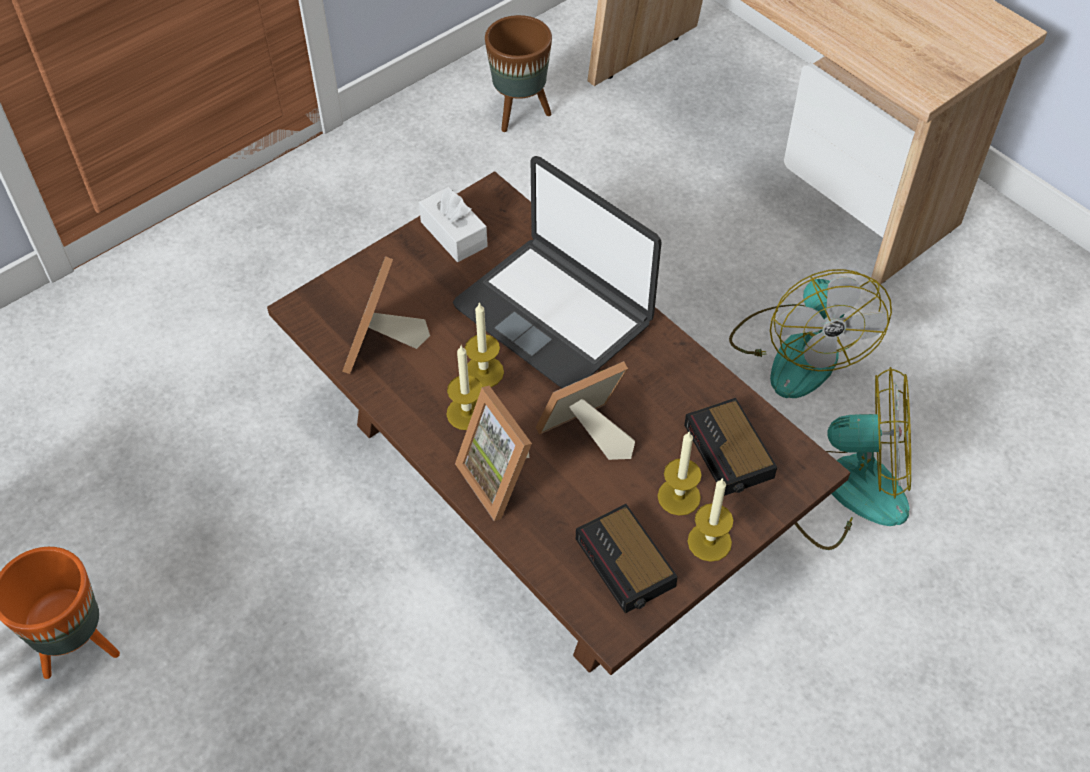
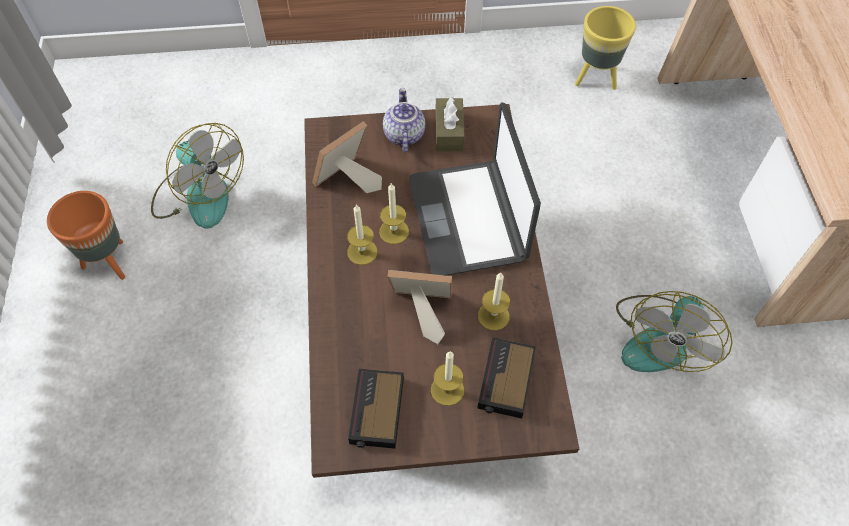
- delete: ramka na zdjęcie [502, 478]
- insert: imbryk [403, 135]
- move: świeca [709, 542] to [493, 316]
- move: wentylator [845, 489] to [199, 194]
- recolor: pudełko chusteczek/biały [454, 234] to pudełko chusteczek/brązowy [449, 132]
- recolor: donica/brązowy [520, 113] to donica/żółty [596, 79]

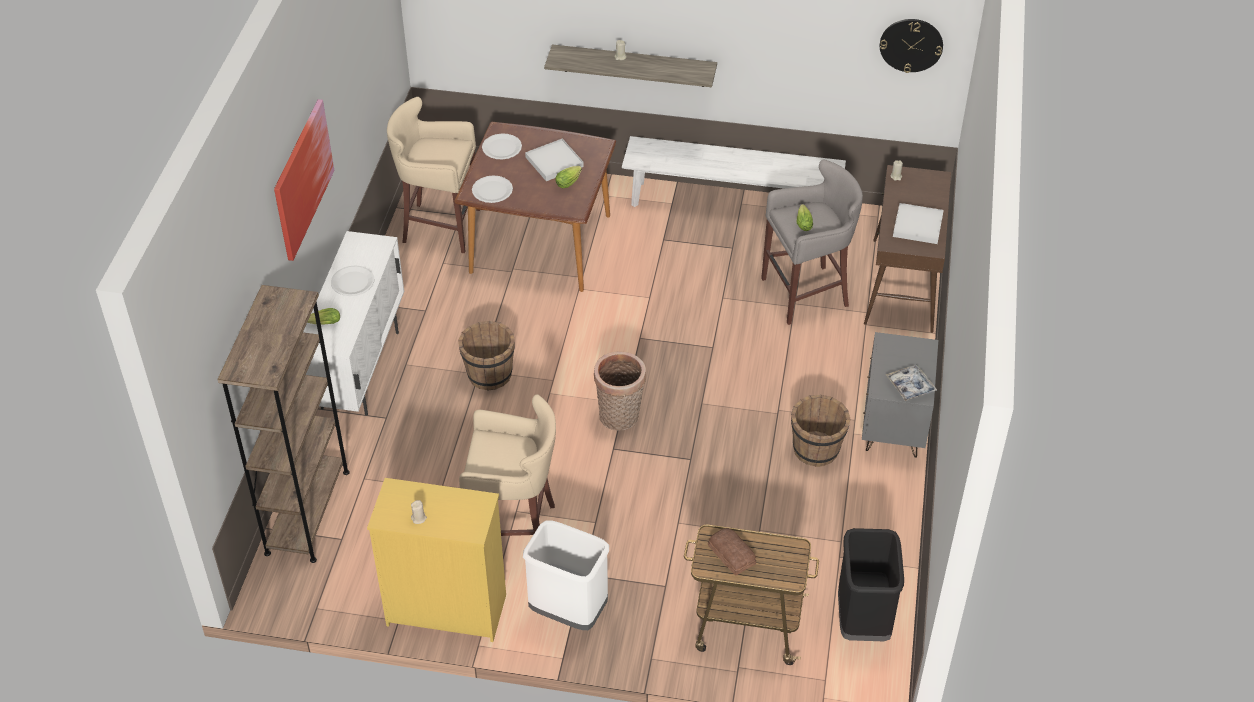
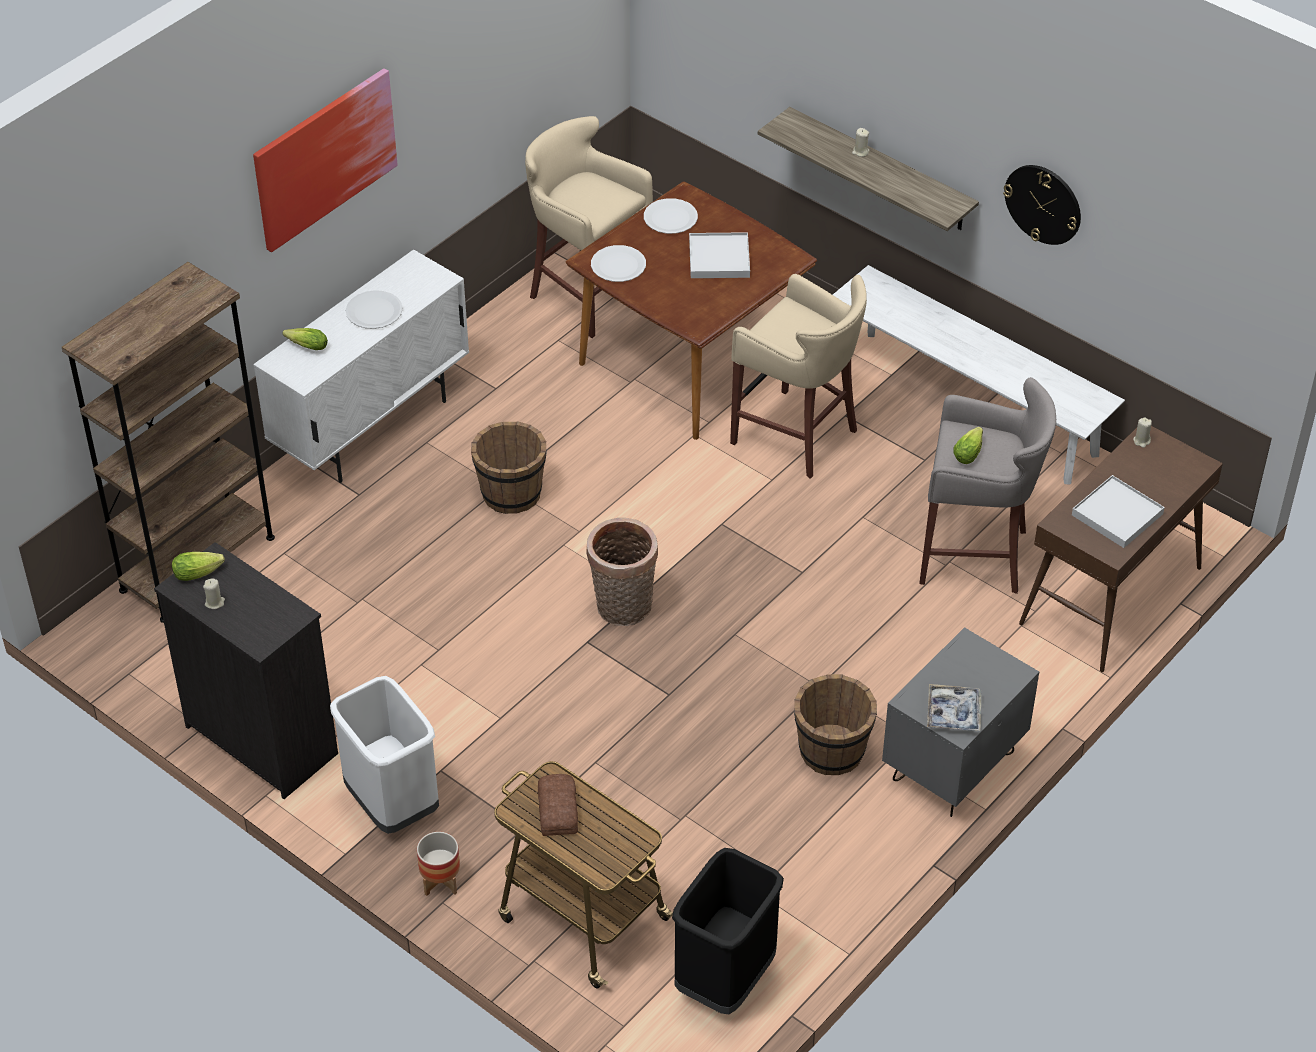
- insert: donica [440, 882]
- move: stołek/beżowy [514, 529] to [798, 436]
- move: sałata [569, 181] to [200, 572]
- move: zegar ścienny [911, 45] to [1043, 204]
- recolor: komoda/żółty [445, 609] to komoda/czarny [261, 739]

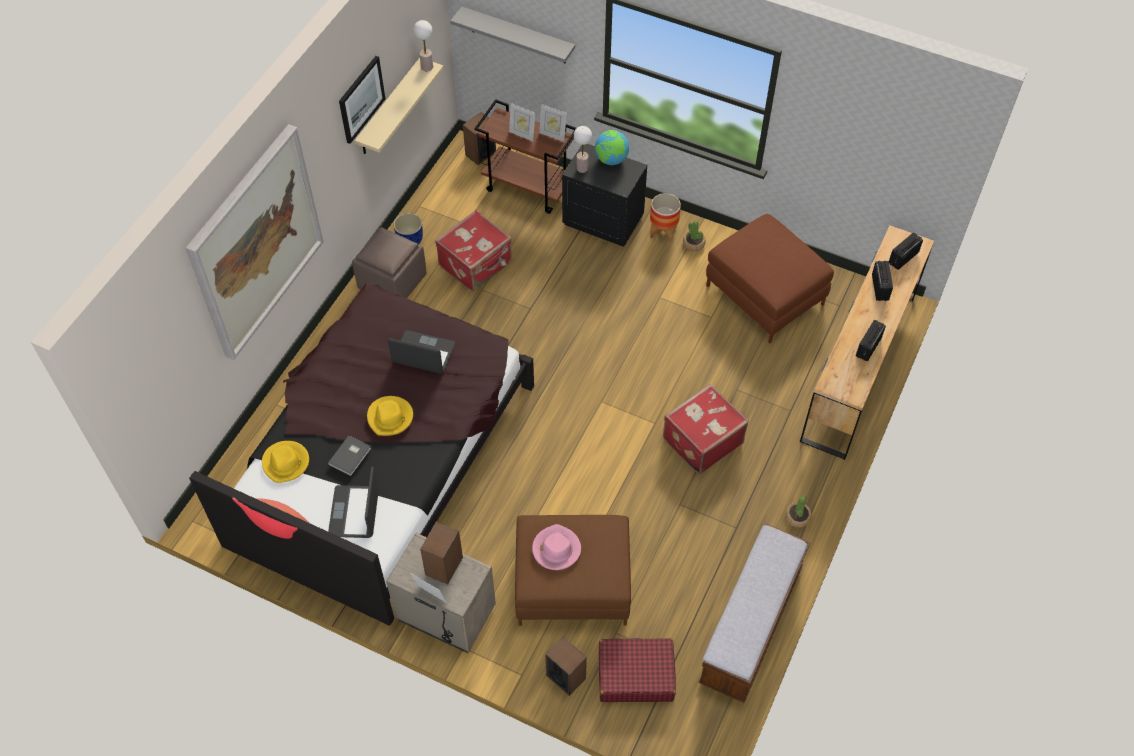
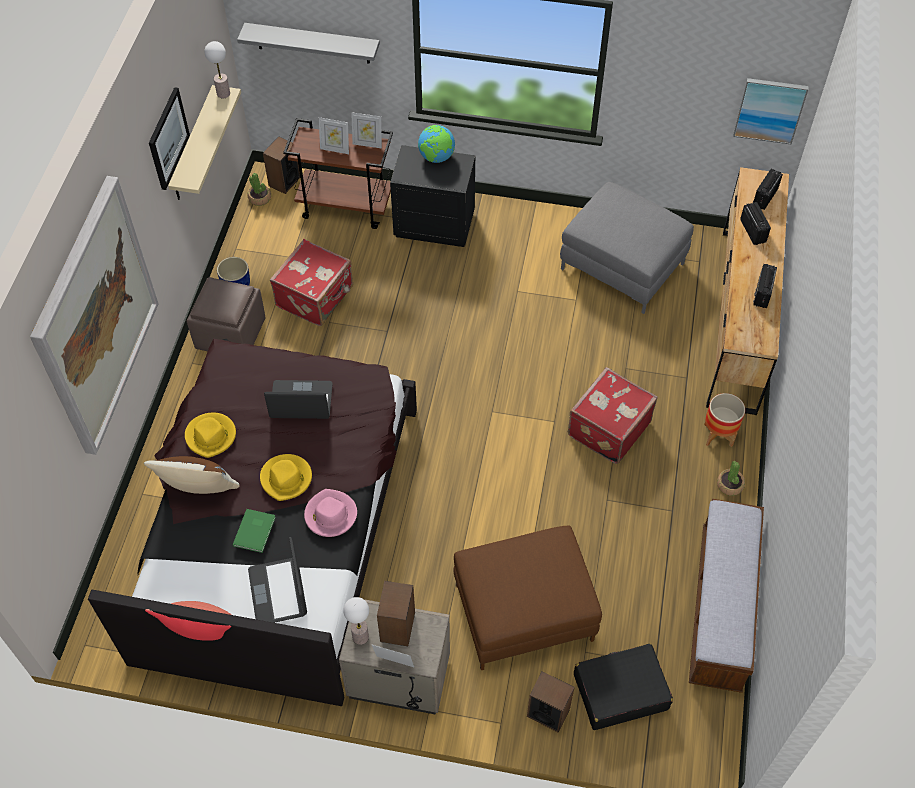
- insert: poduszka/brązowy [198, 492]
- insert: obraz [769, 110]
- move: kapelusz/żółty [286, 463] to [211, 436]
- move: kapelusz/różowy [556, 549] to [330, 515]
- move: lampa stołowa [582, 168] to [360, 637]
- move: donica [663, 232] to [718, 435]
- move: roślina doniczkowa [693, 243] to [260, 198]
- recolor: książka/szary [351, 456] to książka/zielony [255, 531]
- recolor: walizka/czerwony [635, 675] to walizka/czarny [620, 691]
- recolor: pufa/brązowy [765, 295] to pufa/szary [623, 266]

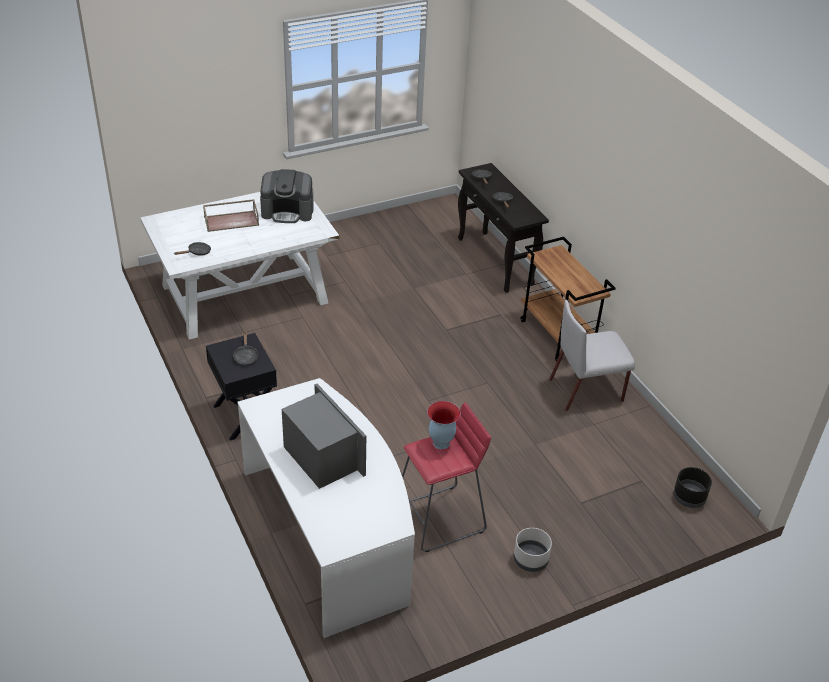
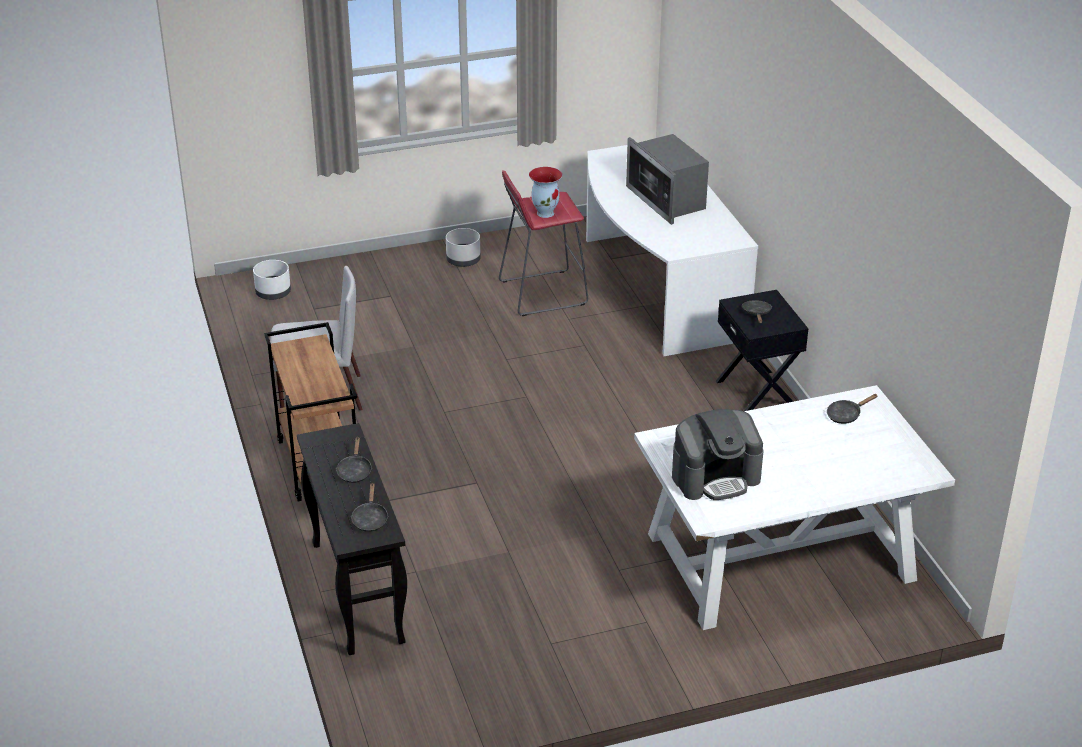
- delete: taca/brązowy [232, 221]
- recolor: donica/czarny [689, 498] to donica/biały [273, 293]
- rotate: ekspres do kawy [288, 211] = [715, 477] 150 degrees clockwise

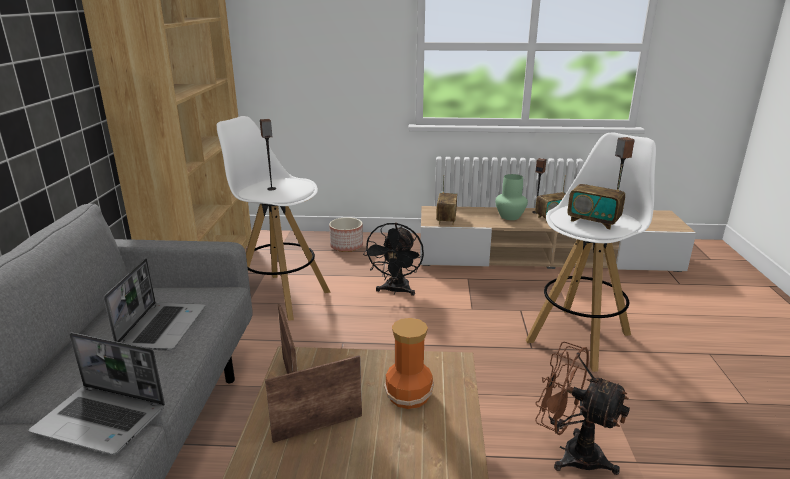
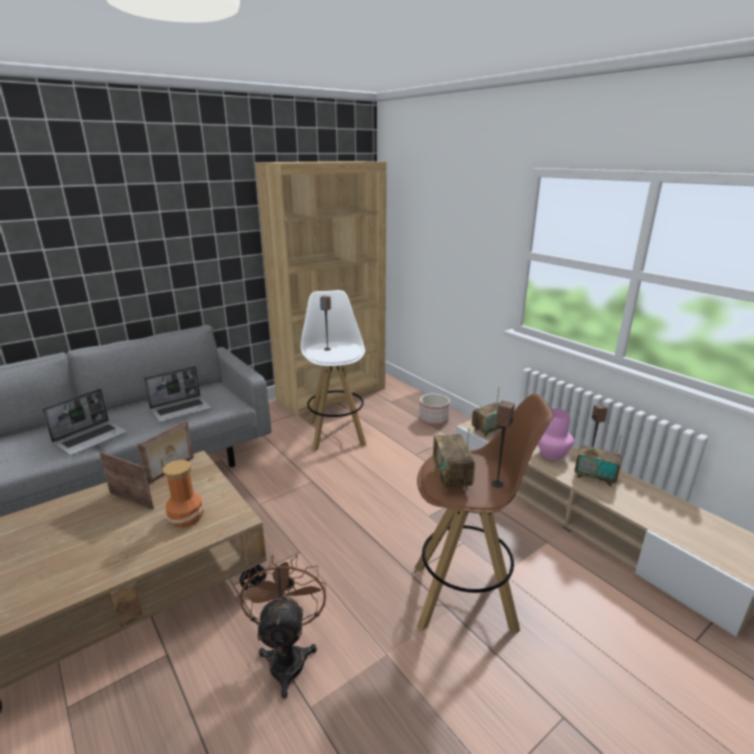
- delete: wentylator/czarny [395, 291]
- recolor: wazon/zielony [509, 217] to wazon/różowy [551, 454]
- recolor: stołek/biały [579, 337] to stołek/brązowy [465, 597]
- rotate: laptop [102, 420] = [91, 438] 120 degrees counterclockwise

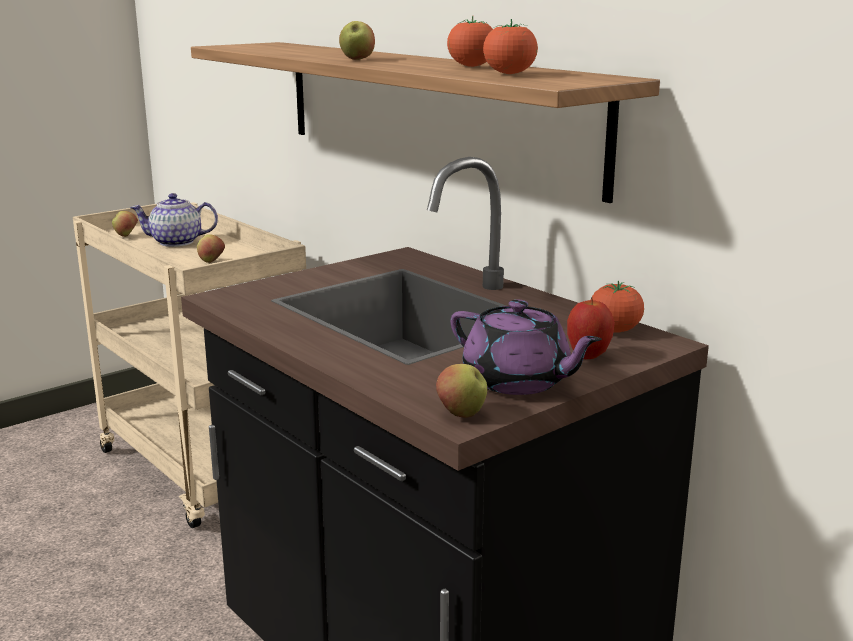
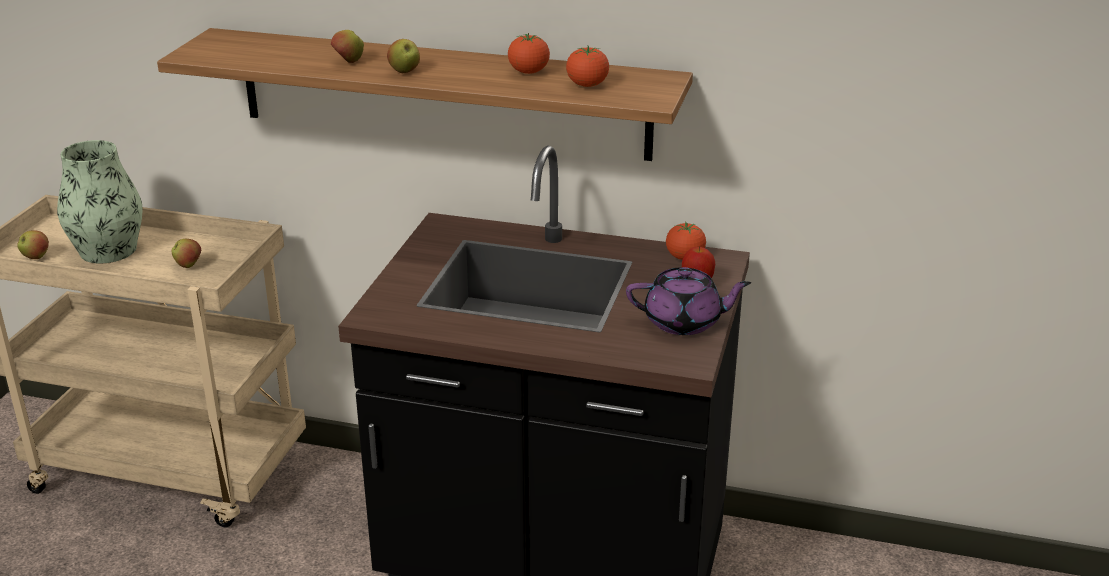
- move: jabłko [461, 414] to [348, 62]
- replace: imbryk [177, 242] to wazon [108, 250]

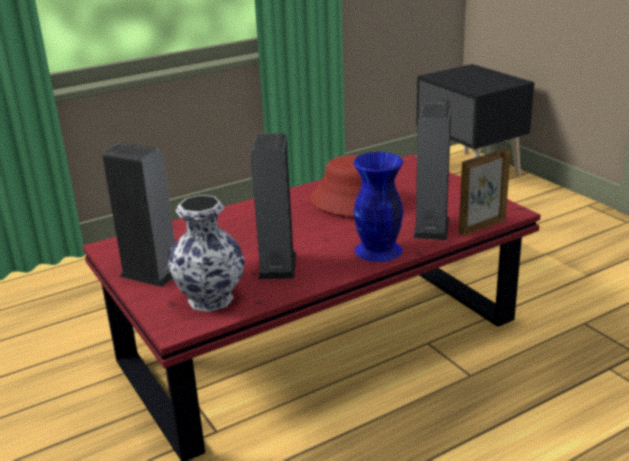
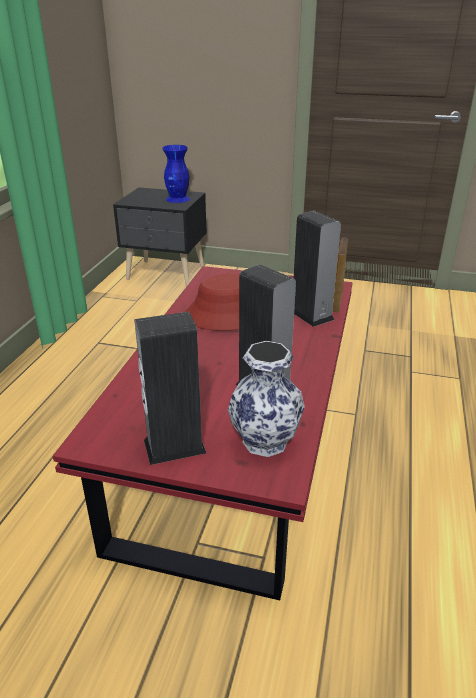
- move: wazon/niebieski [377, 250] to [177, 199]

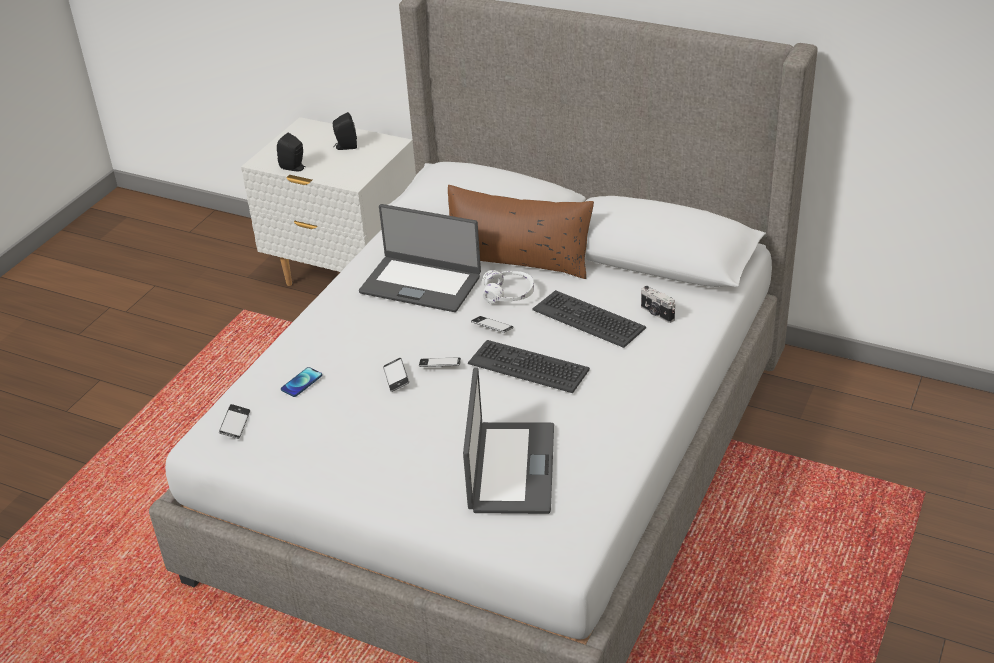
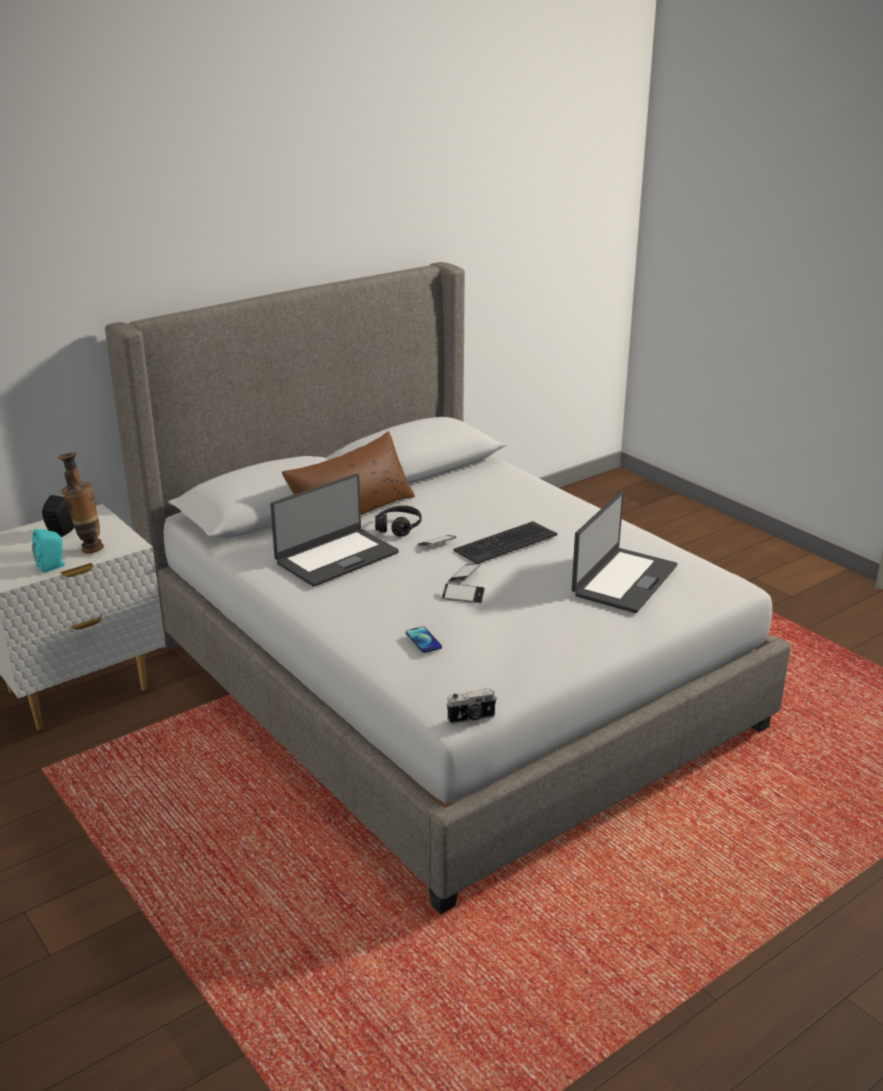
- delete: telefon [235, 424]
- delete: klawiatura [589, 319]
- insert: wazon [88, 548]
- move: aparat fotograficzny [656, 314] to [471, 718]
- recolor: głośnik/czarny [294, 167] to głośnik/turkusowy [53, 566]
- recolor: słuchawki/biały [508, 294] to słuchawki/czarny [398, 527]
- rotate: laptop [510, 468] = [623, 580] 90 degrees clockwise

